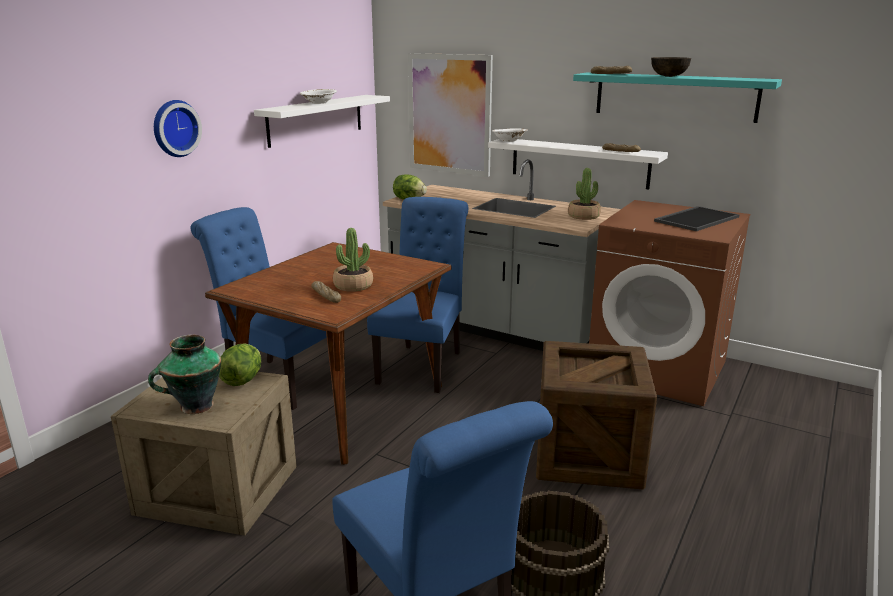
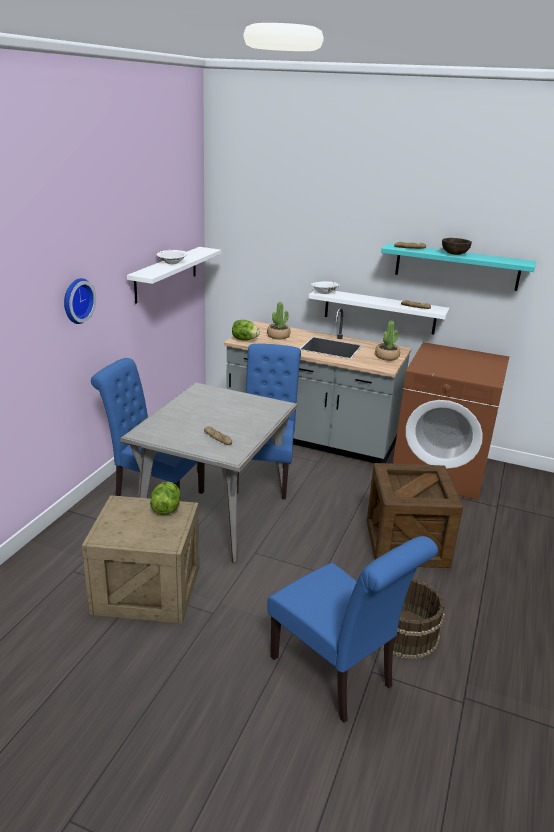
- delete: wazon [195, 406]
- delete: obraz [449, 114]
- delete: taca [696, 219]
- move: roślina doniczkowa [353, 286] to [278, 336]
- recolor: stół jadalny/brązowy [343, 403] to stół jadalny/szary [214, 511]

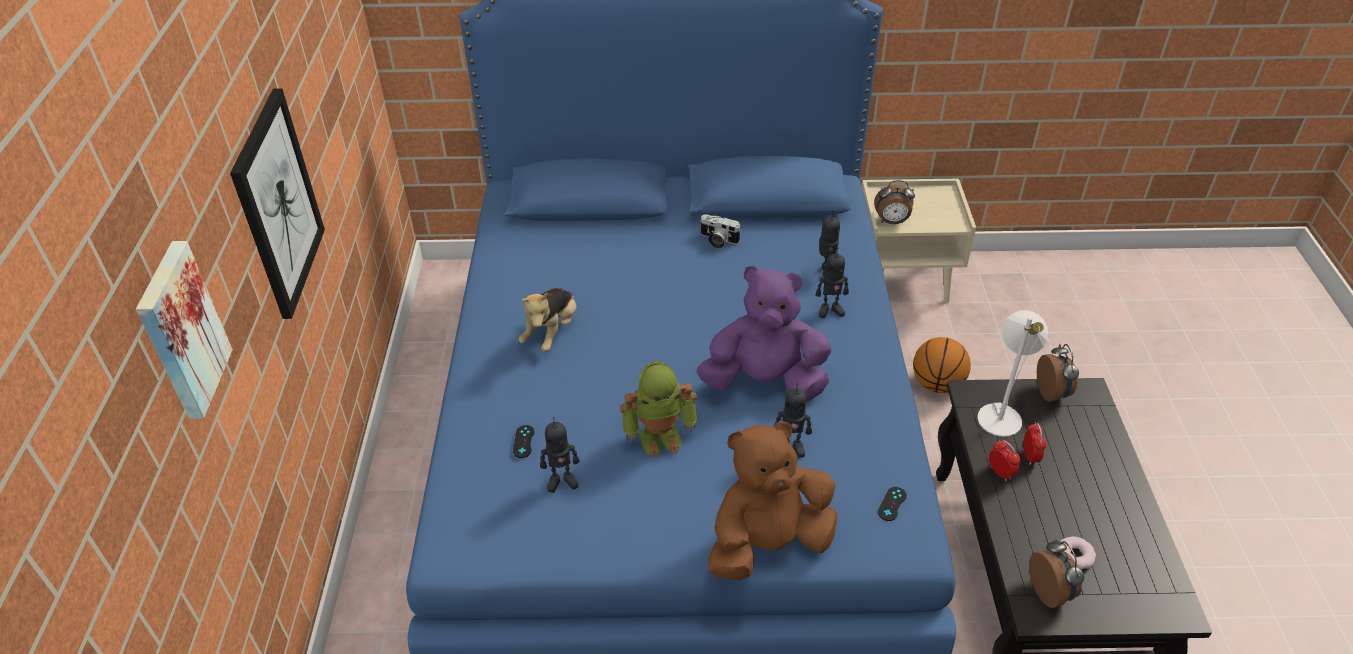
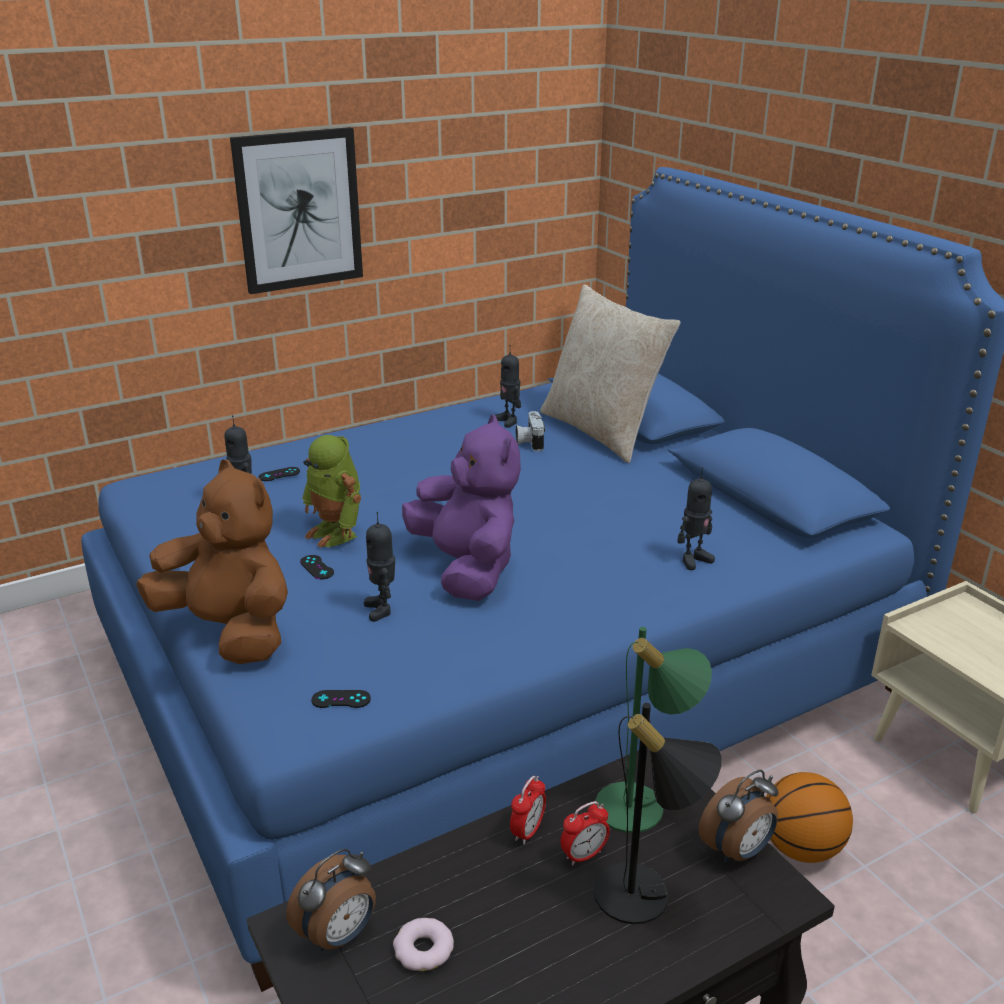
- delete: obraz [180, 331]
- delete: pluszak [552, 332]
- delete: budzik [891, 222]
- insert: pad do gier/czarny [317, 567]
- insert: poduszka/beżowy [602, 431]
- insert: lampa stołowa/czarny [646, 898]
- move: aparat fotograficzny [717, 240] to [529, 442]
- move: robot zabawkowy [830, 310] to [508, 421]
- recolor: lampa stołowa/biały [1001, 414] to lampa stołowa/zielony [643, 806]

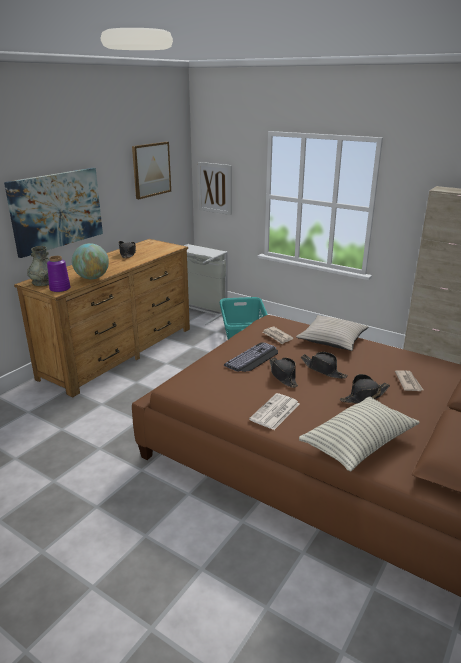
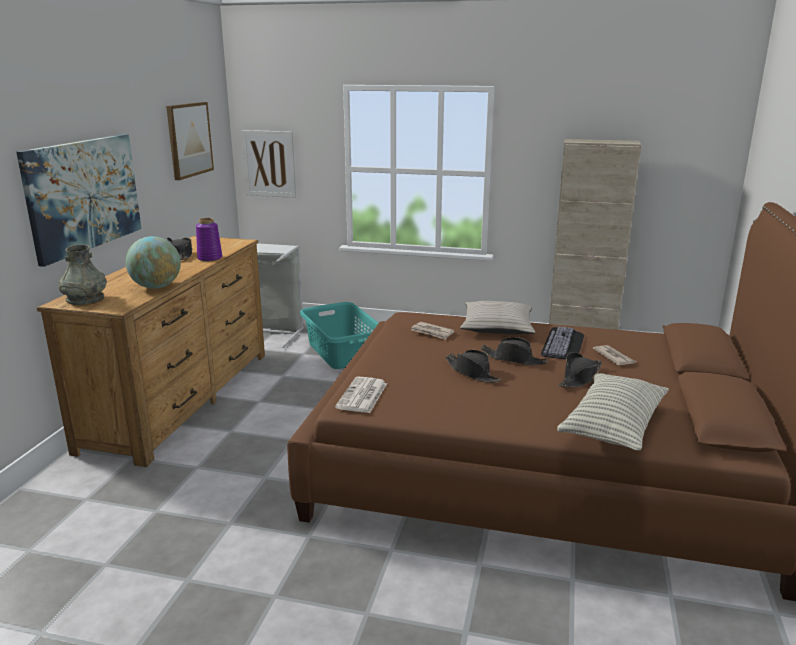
- move: wazon/fioletowy [60, 288] to [210, 258]
- move: klawiatura [253, 358] to [564, 344]
- move: gazeta [275, 412] to [362, 396]

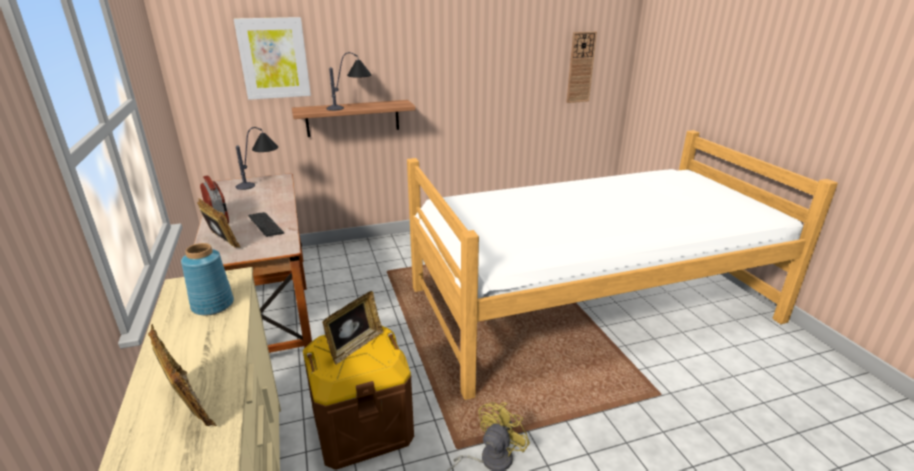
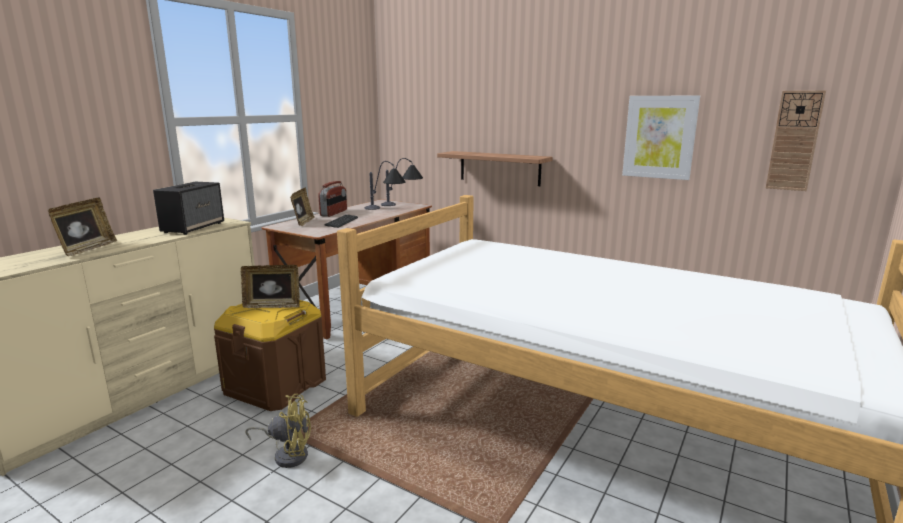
- move: obraz [274, 58] to [659, 137]
- move: lampa stołowa [352, 106] to [386, 209]
- replace: wazon/niebieski [212, 305] to głośnik [193, 227]

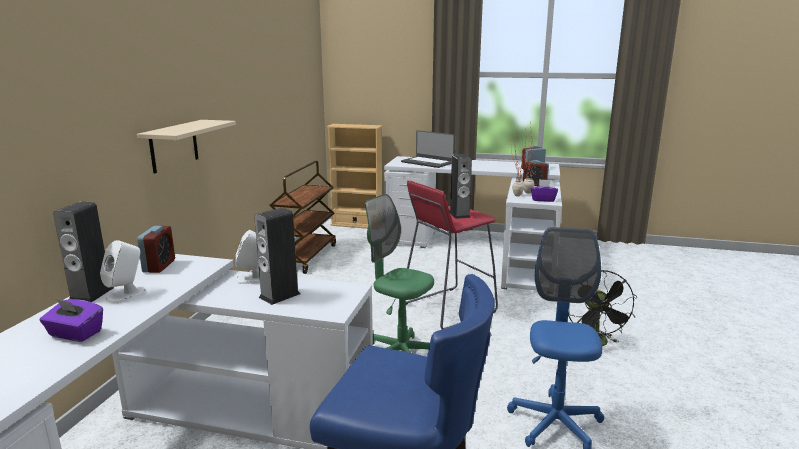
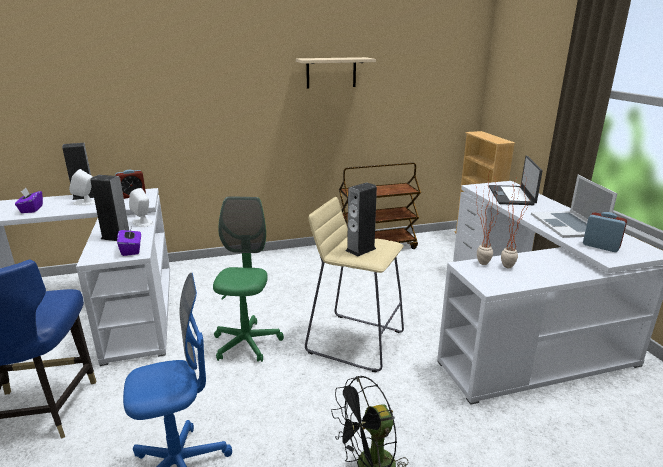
- delete: budzik [534, 184]
- insert: laptop [567, 224]
- move: półka/beżowy [174, 146] to [331, 72]
- move: pudełko chusteczek/fioletowy [543, 199] to [131, 250]
- recolor: stołek/czerwony [447, 308] to stołek/beżowy [355, 341]

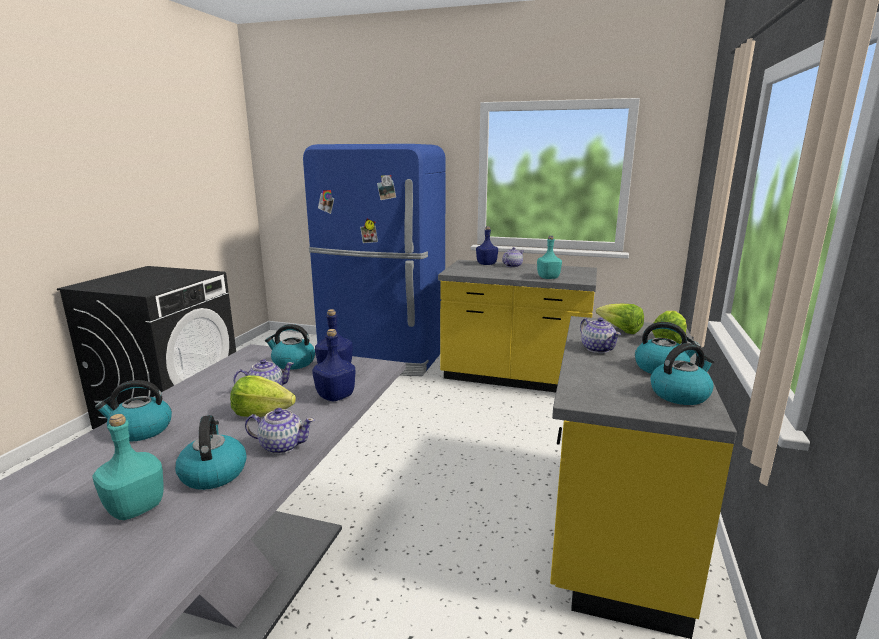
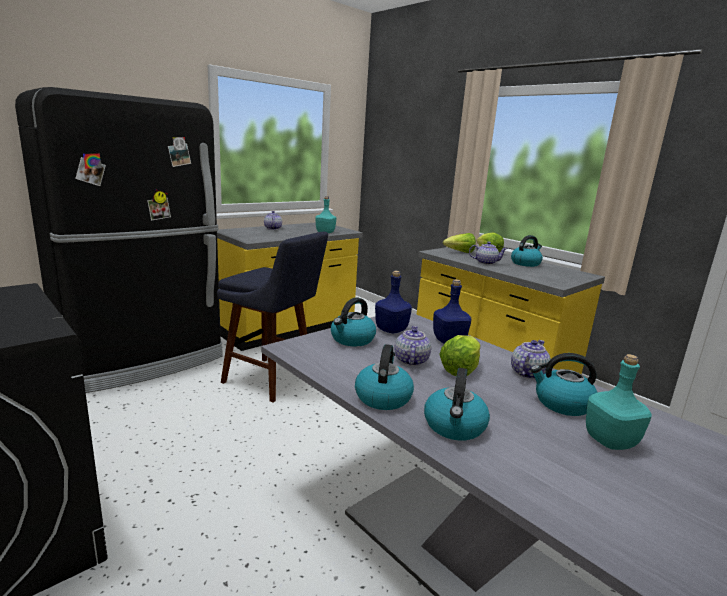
- delete: butelka/niebieski [486, 264]
- insert: stołek/niebieski [273, 380]
- move: czajnik [680, 394] to [383, 397]
- recolor: lodówka/niebieski [382, 357] to lodówka/czarny [142, 359]

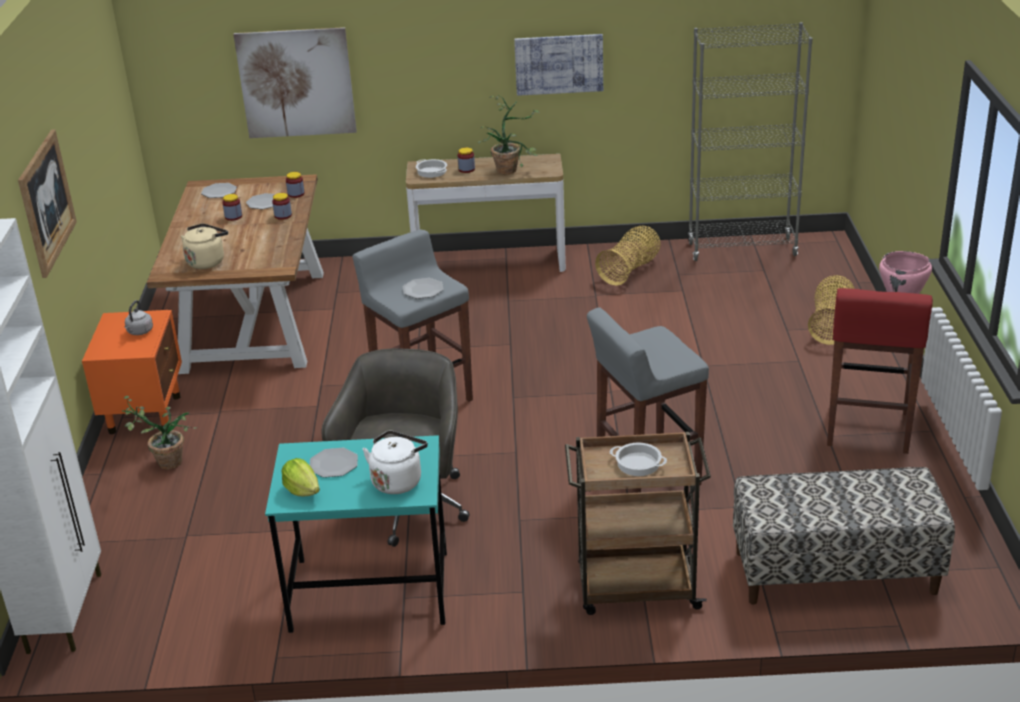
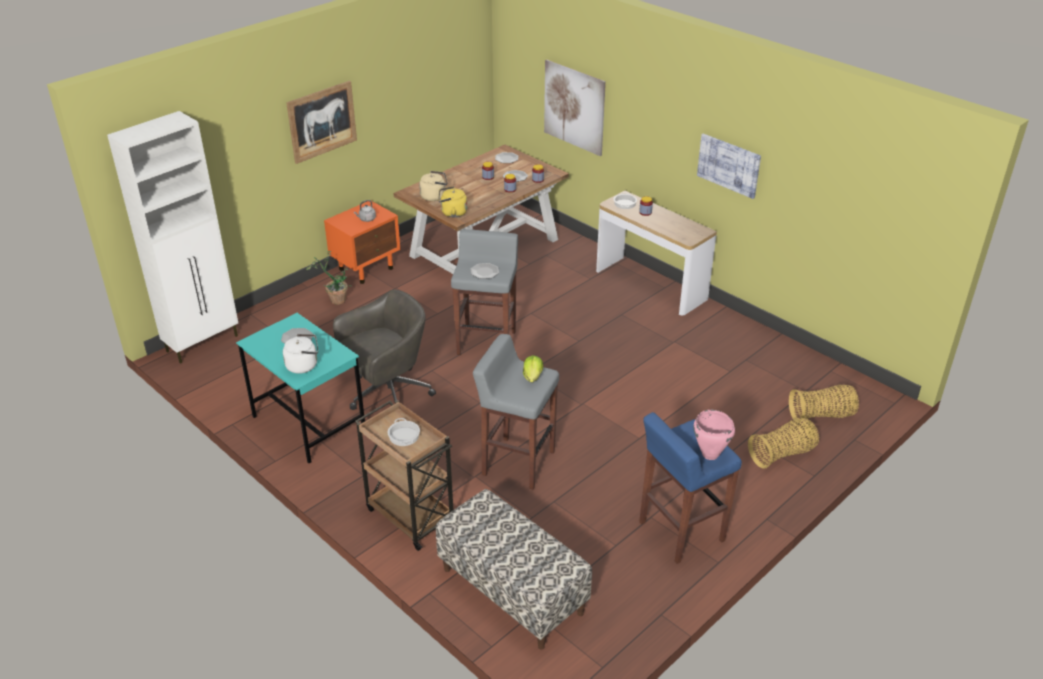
- delete: roślina doniczkowa [511, 169]
- delete: regał/szary [742, 249]
- insert: czajnik/żółty [452, 213]
- move: sałata [302, 490] to [533, 376]
- move: koszyk [630, 270] to [822, 415]
- recolor: stołek/czerwony [867, 430] to stołek/niebieski [680, 532]

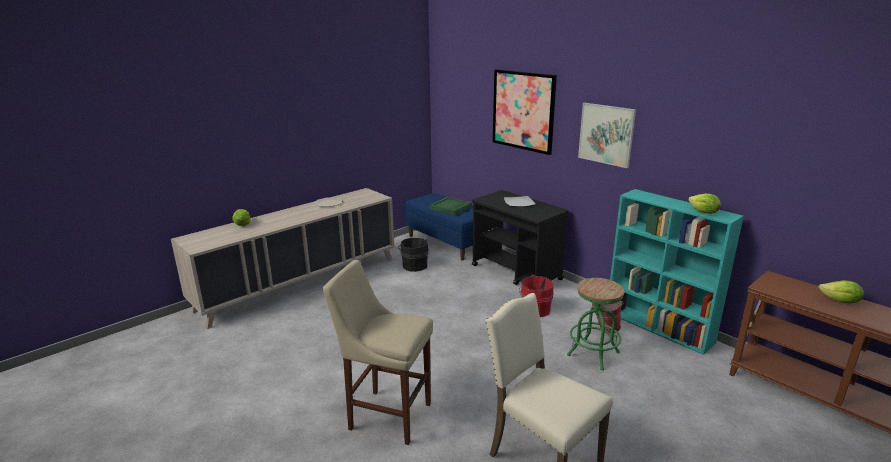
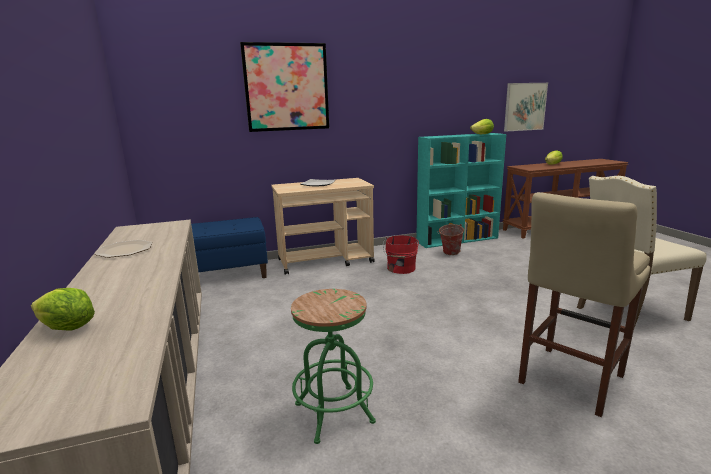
- delete: wiadro/czarny [414, 265]
- delete: taca/zielony [451, 207]
- move: stołek/zielony [593, 354] to [334, 413]
- move: obraz [606, 134] to [525, 107]
- recolor: wózek/czarny [516, 273] to wózek/beżowy [326, 261]

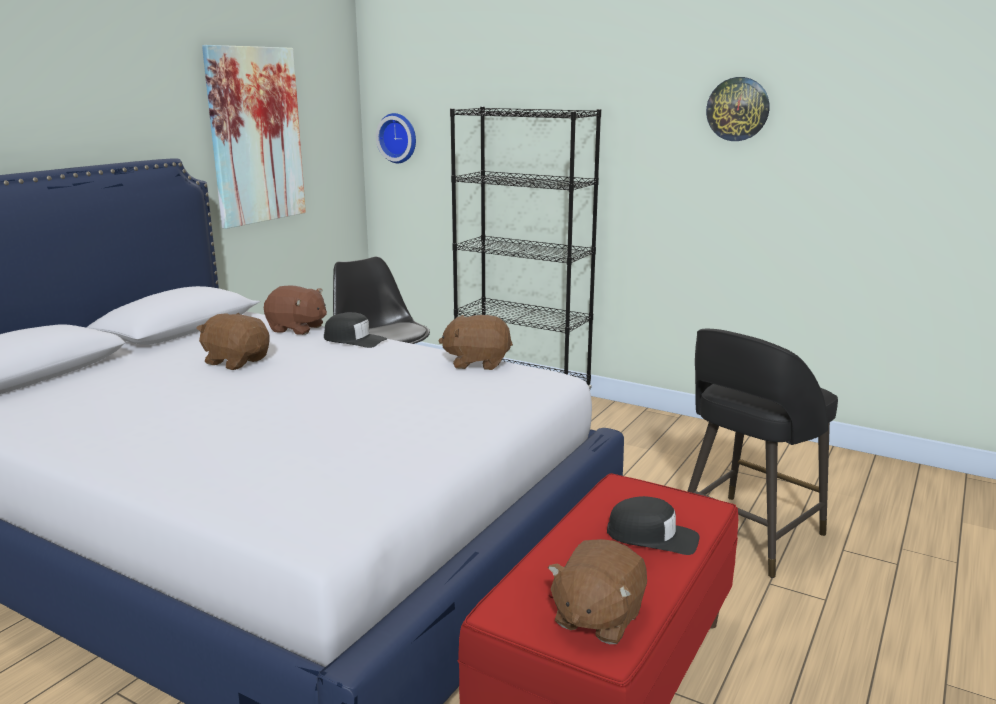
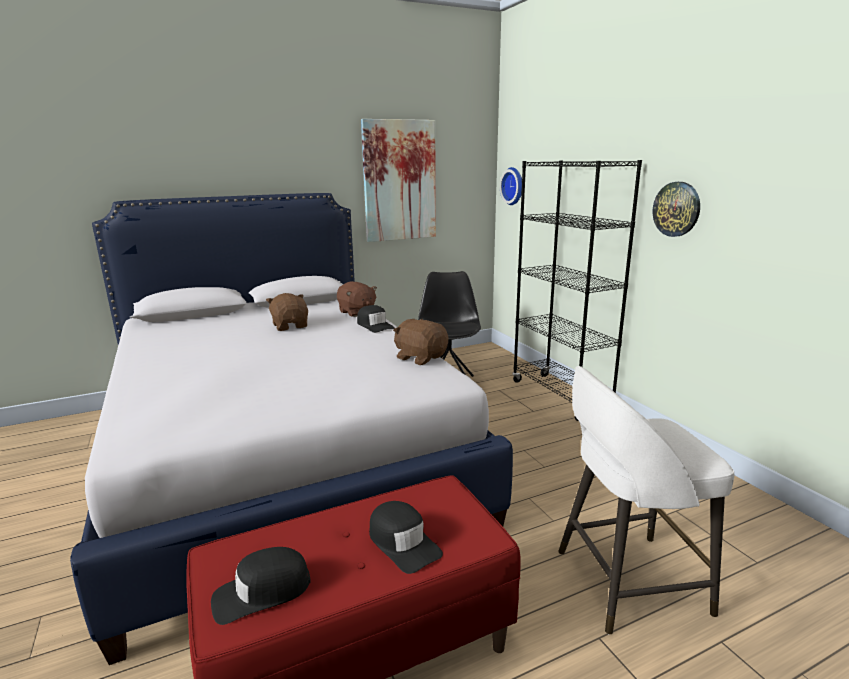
- move: zegar ścienny [737, 109] to [676, 209]
- replace: pluszak/brązowy [597, 618] to czapka z daszkiem/czarny [262, 592]
- recolor: stołek/czarny [746, 536] to stołek/biały [626, 582]

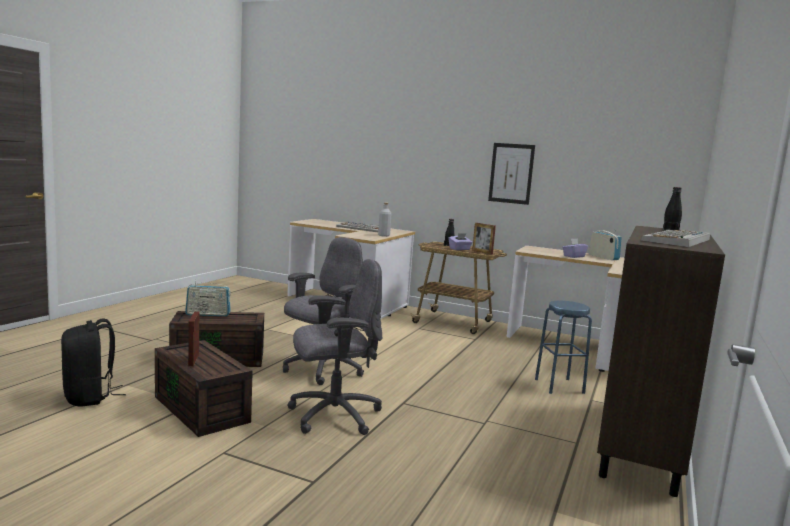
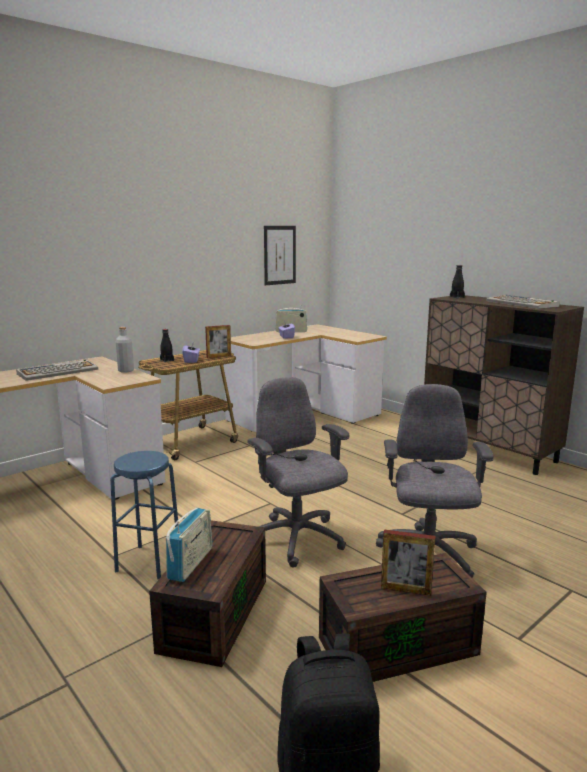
- move: obraz [511, 173] to [279, 255]
- move: stołek/niebieski [559, 386] to [148, 562]

